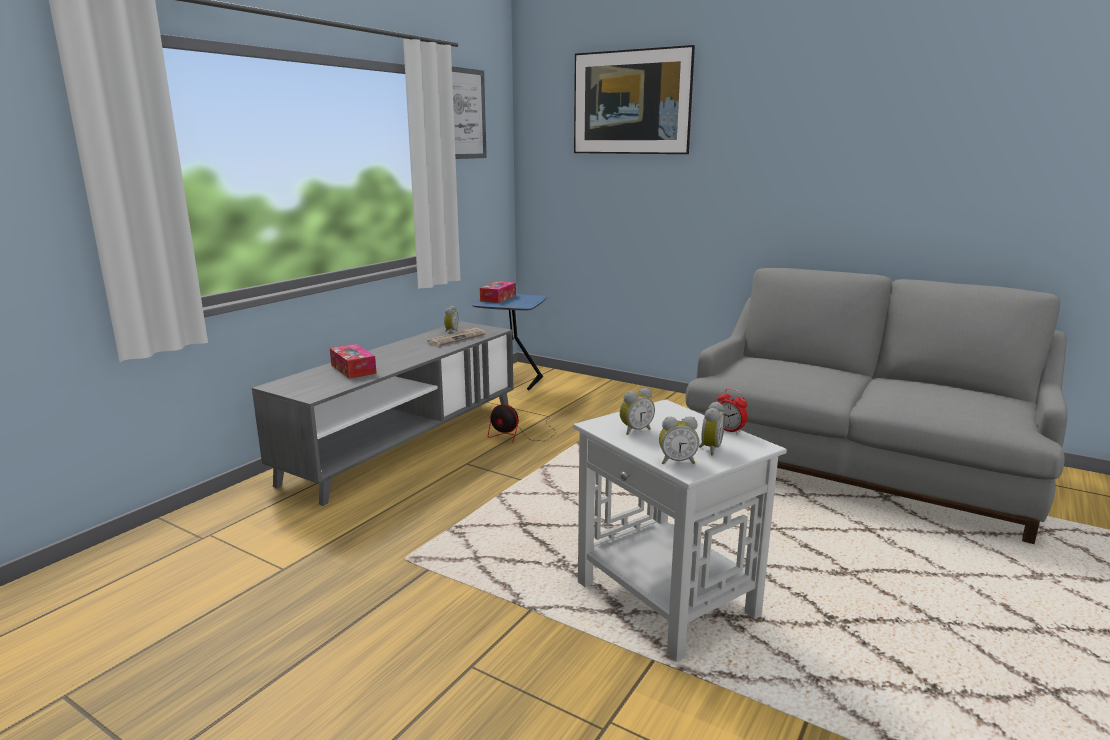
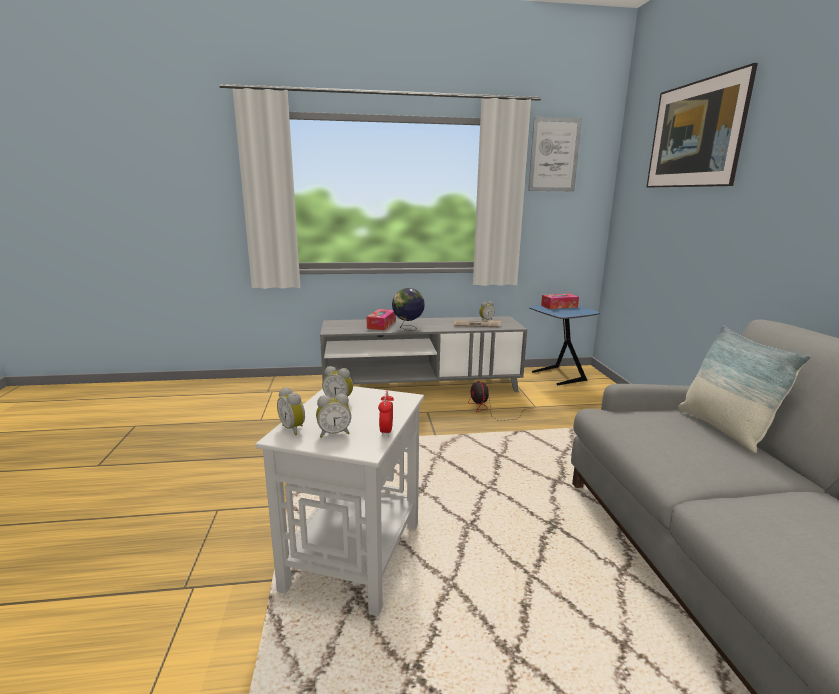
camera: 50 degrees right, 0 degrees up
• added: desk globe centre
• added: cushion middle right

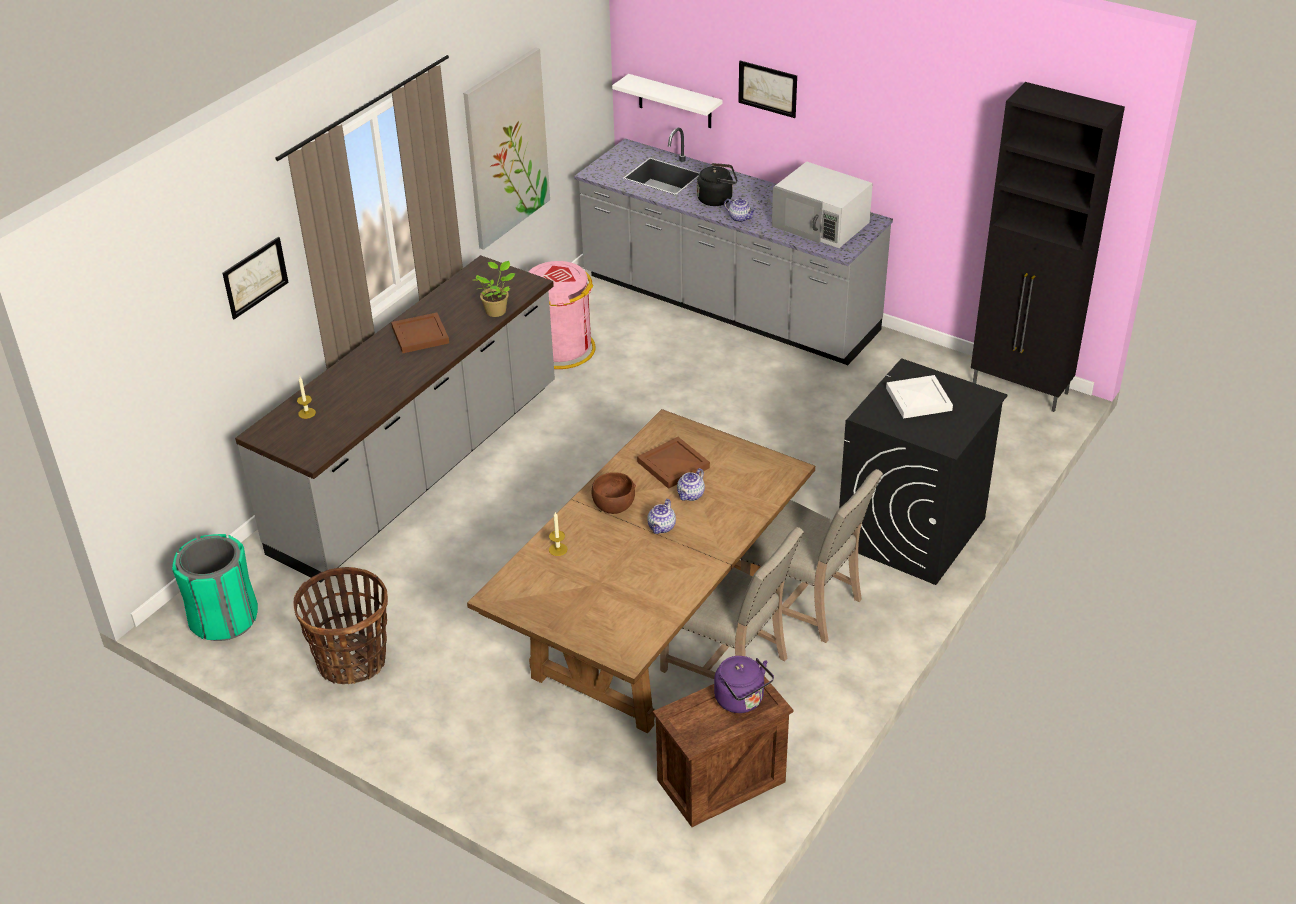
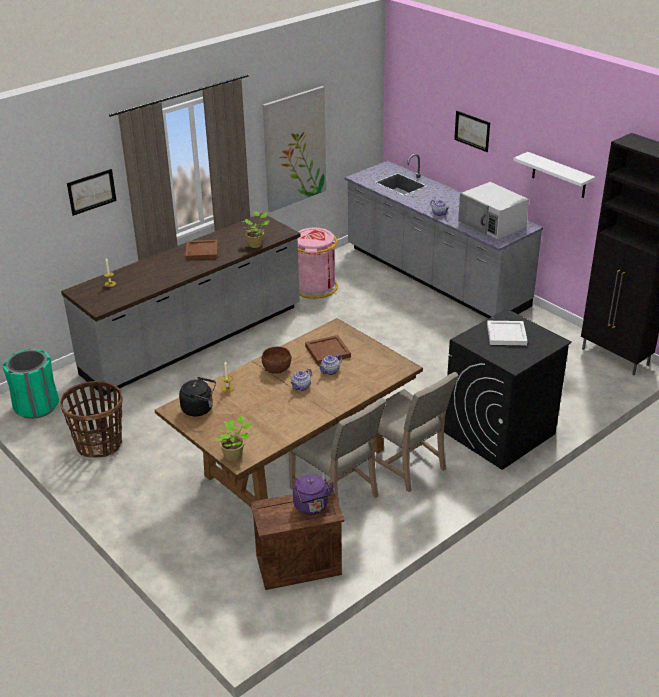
camera: 15 degrees right, 5 degrees down
• moved: bracket shelf/white top centre to top right
• moved: water kettle/black top centre to middle left
• added: houseplant (1st from left) centre

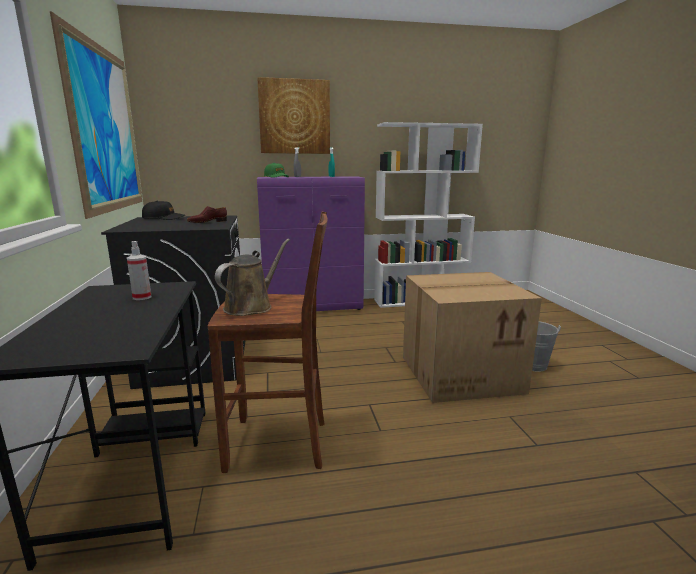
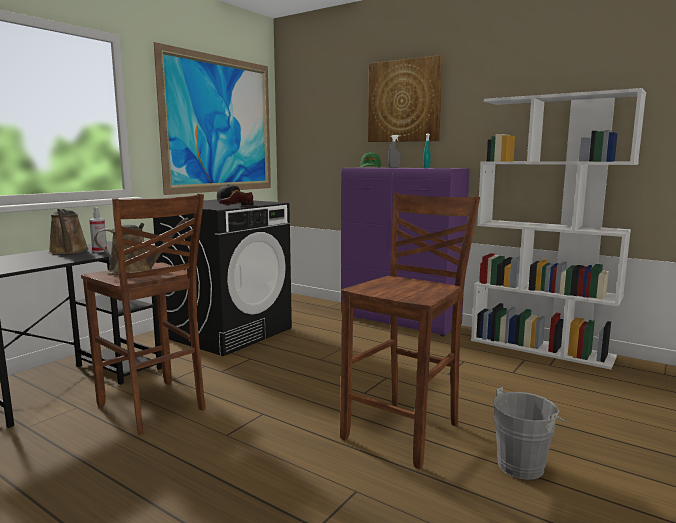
camera: 45 degrees right, 5 degrees down
• replaced: carton middle right to sitting stool/brown-coloured (2nd from left) centre
• added: sprinkling can/brown-coloured (1st from left) middle left

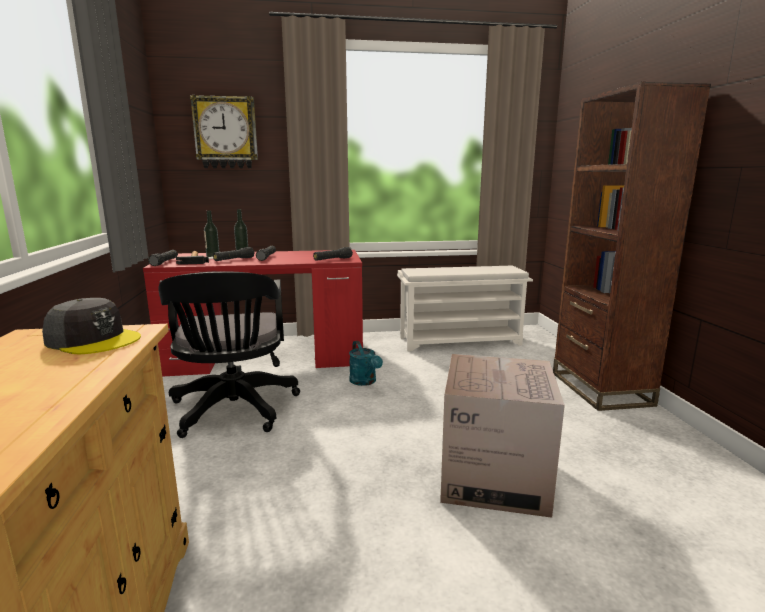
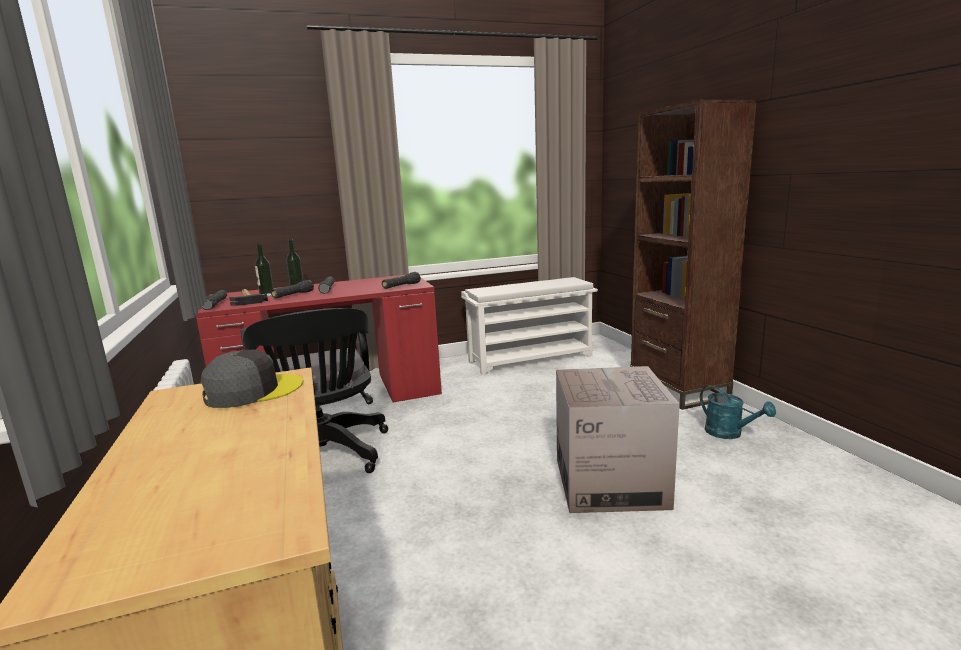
camera: 10 degrees left, 0 degrees up
• turned: cap/grey middle left = middle left 45 degrees counterclockwise
• removed: wall clock top left
• moved: sprinkling can/turquoise centre to middle right

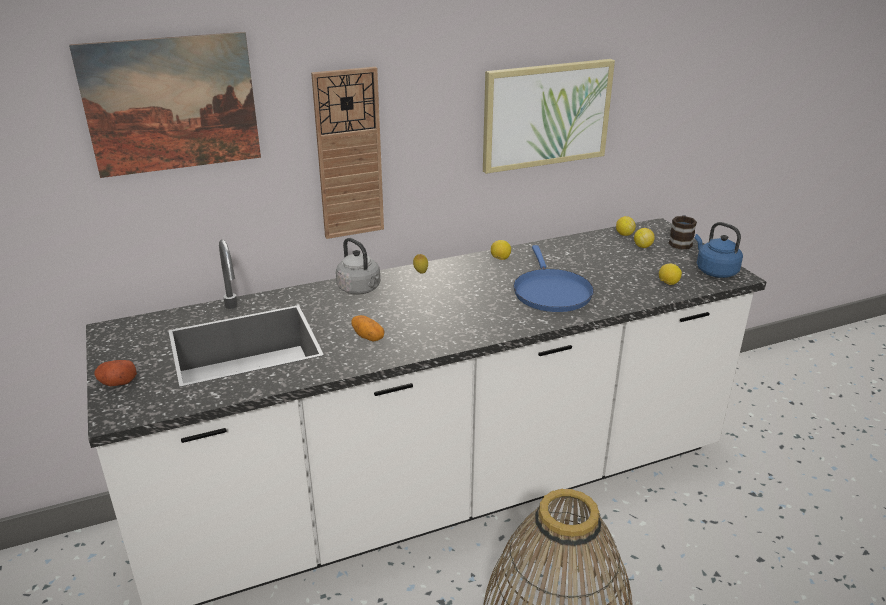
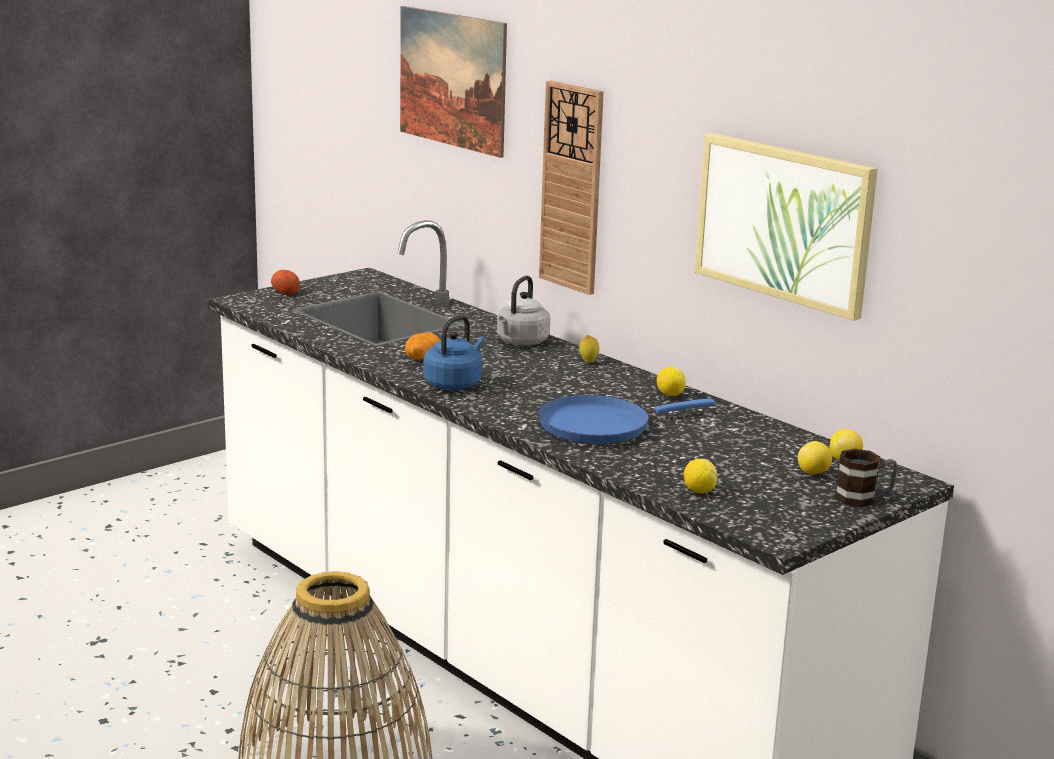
camera: 70 degrees right, 10 degrees down
• moved: water kettle/blue-coloured middle right to centre

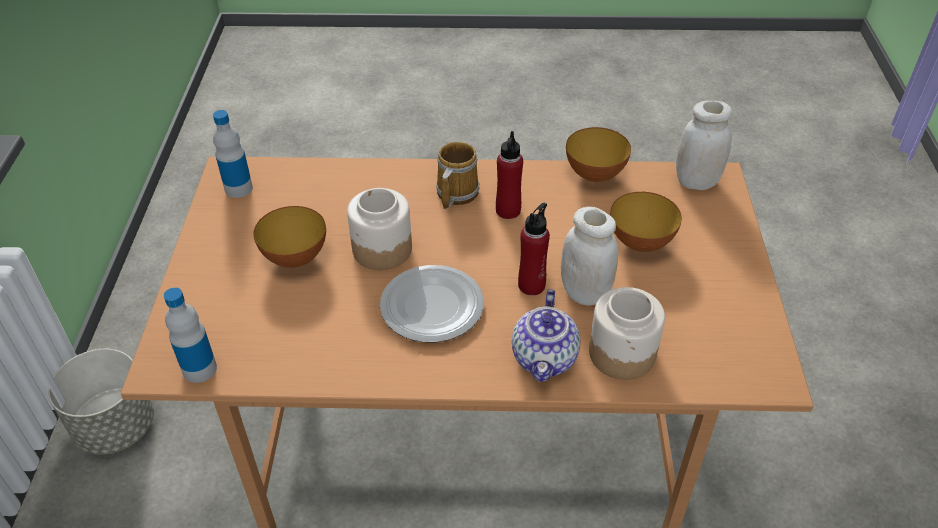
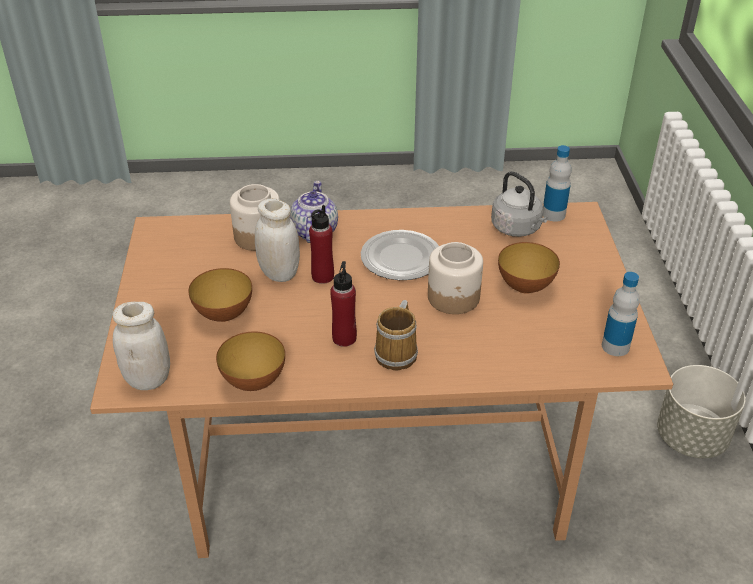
camera: 175 degrees right, 5 degrees down
• added: water kettle/grey middle right

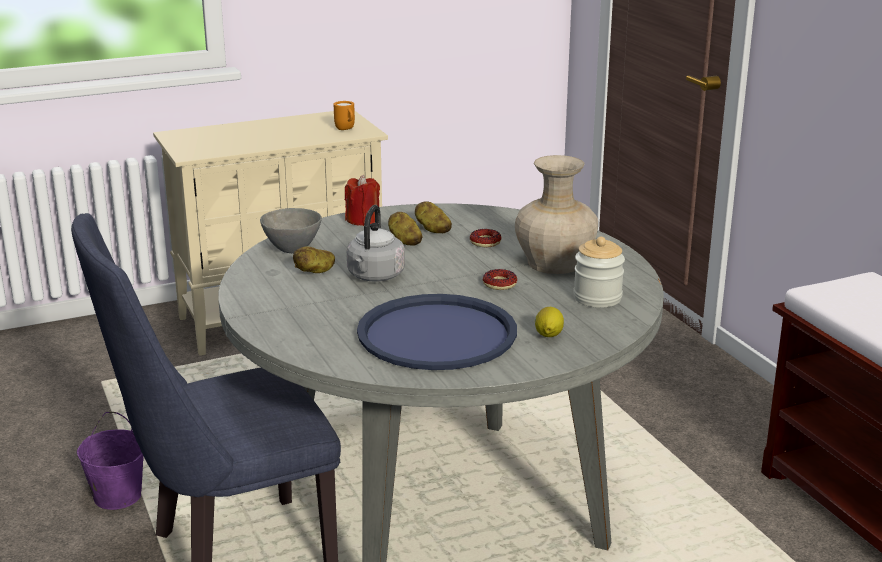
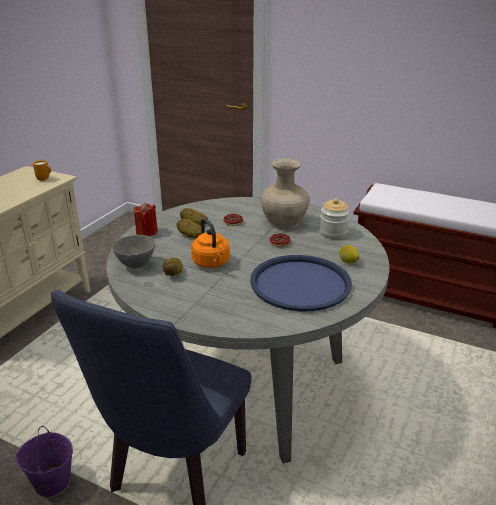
camera: 40 degrees left, 5 degrees up
• recoloured: water kettle/grey centre to water kettle/orange centre

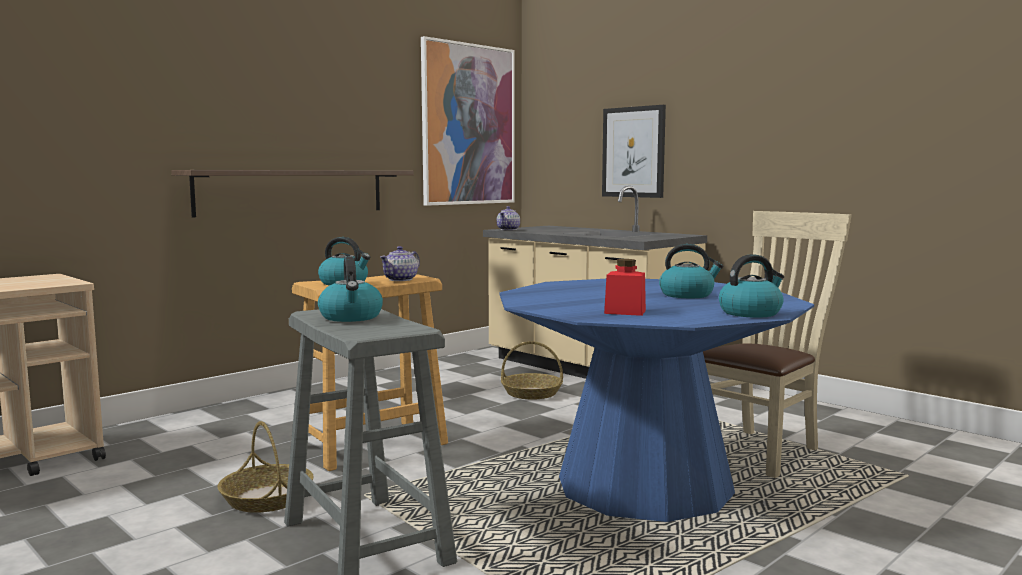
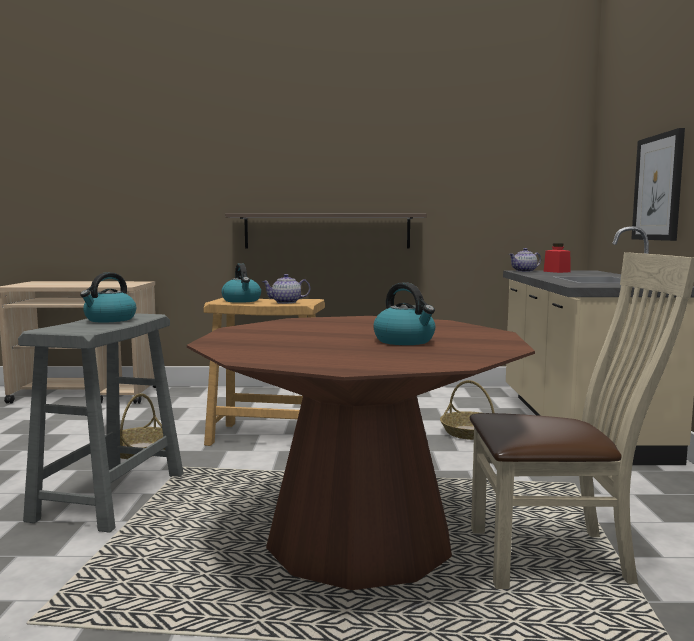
camera: 45 degrees right, 0 degrees up
• removed: wall picture (1st from left) top centre
• recoloured: kitchen table/blue-coloured bottom centre to kitchen table/brown-coloured bottom centre
• moved: preserve jar/red-coloured centre to middle right
• removed: water kettle (4th from left) middle right

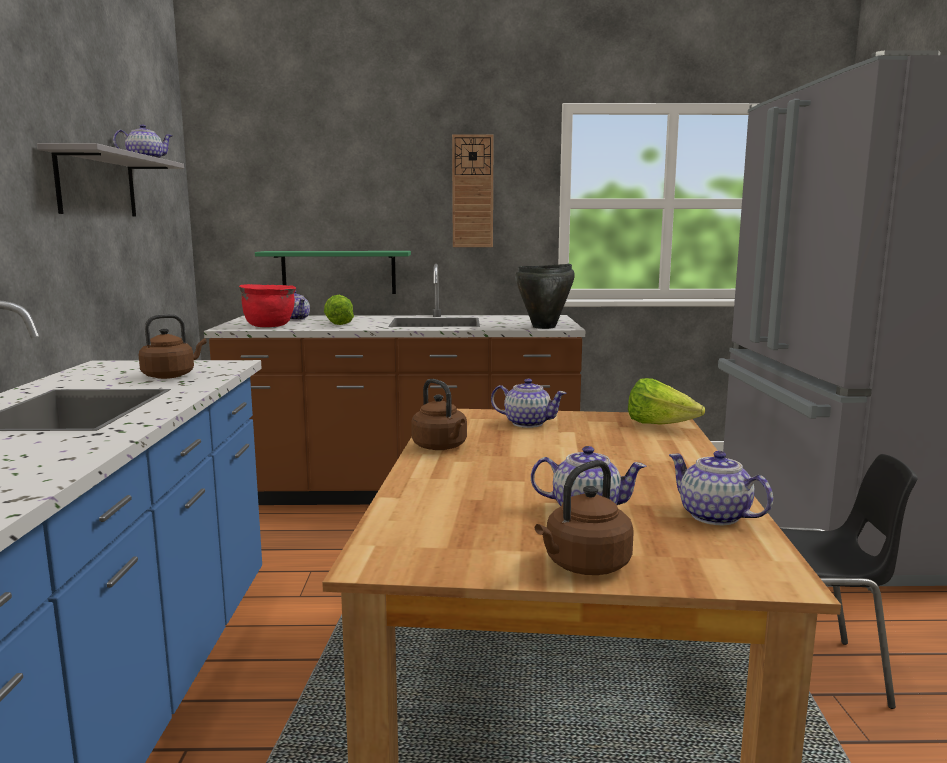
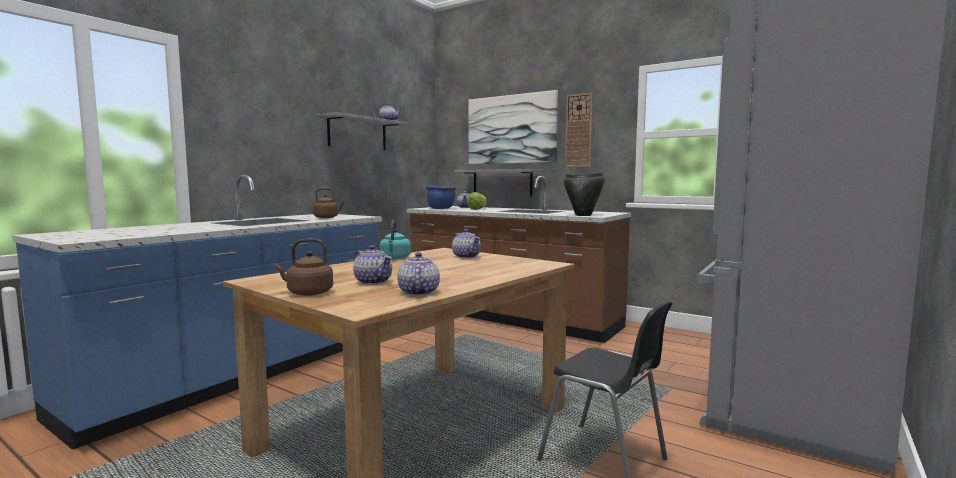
camera: 35 degrees right, 5 degrees down
• recoloured: saucepot/red-coloured middle left to saucepot/blue-coloured centre
• recoloured: bracket shelf/greenish centre to bracket shelf/grey (2nd from left) centre
• recoloured: water kettle/brown-coloured (2nd from left) centre to water kettle/turquoise centre
• removed: lettuce (2nd from left) middle right
• added: wall picture top centre

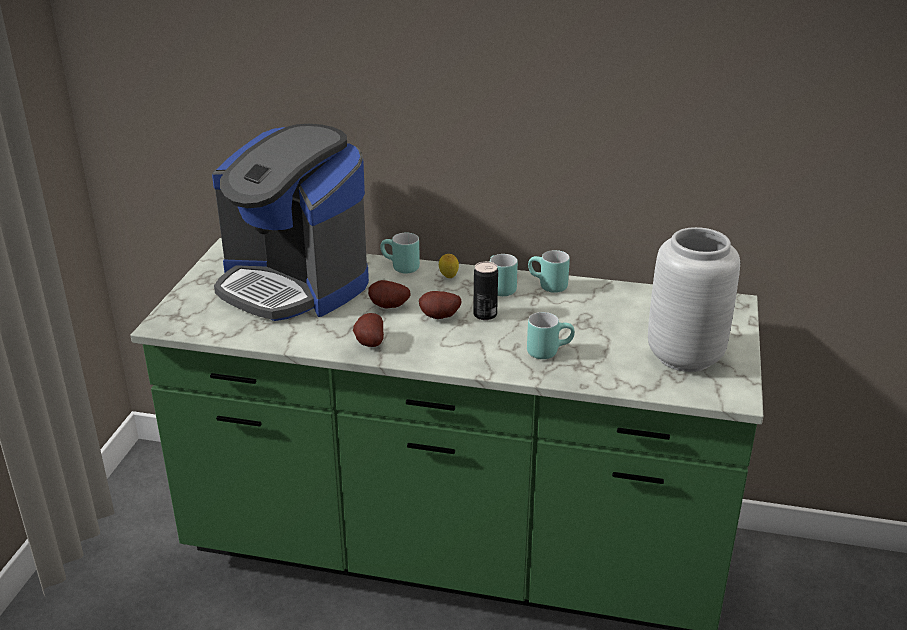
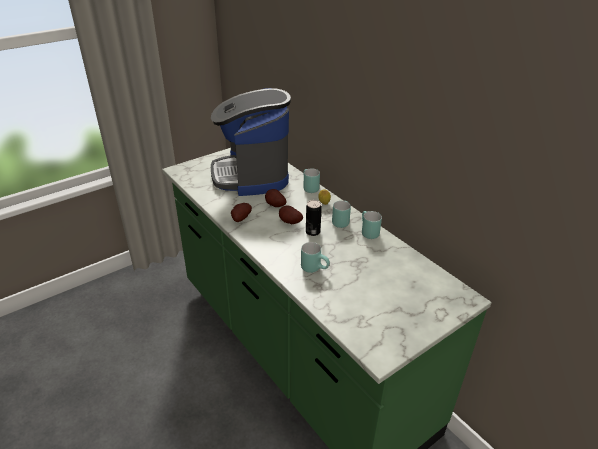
camera: 40 degrees right, 5 degrees up
• removed: vase/grey middle right

